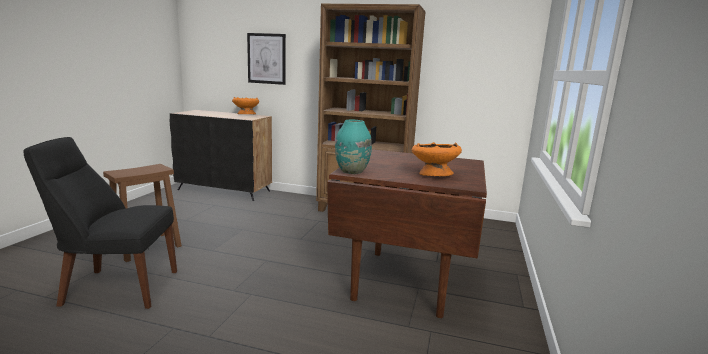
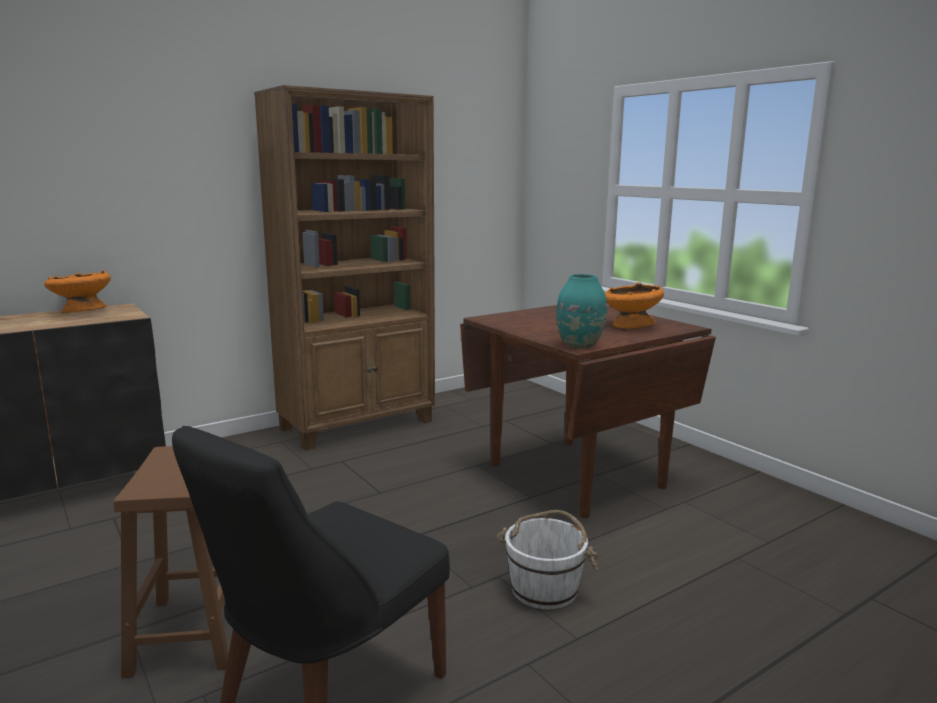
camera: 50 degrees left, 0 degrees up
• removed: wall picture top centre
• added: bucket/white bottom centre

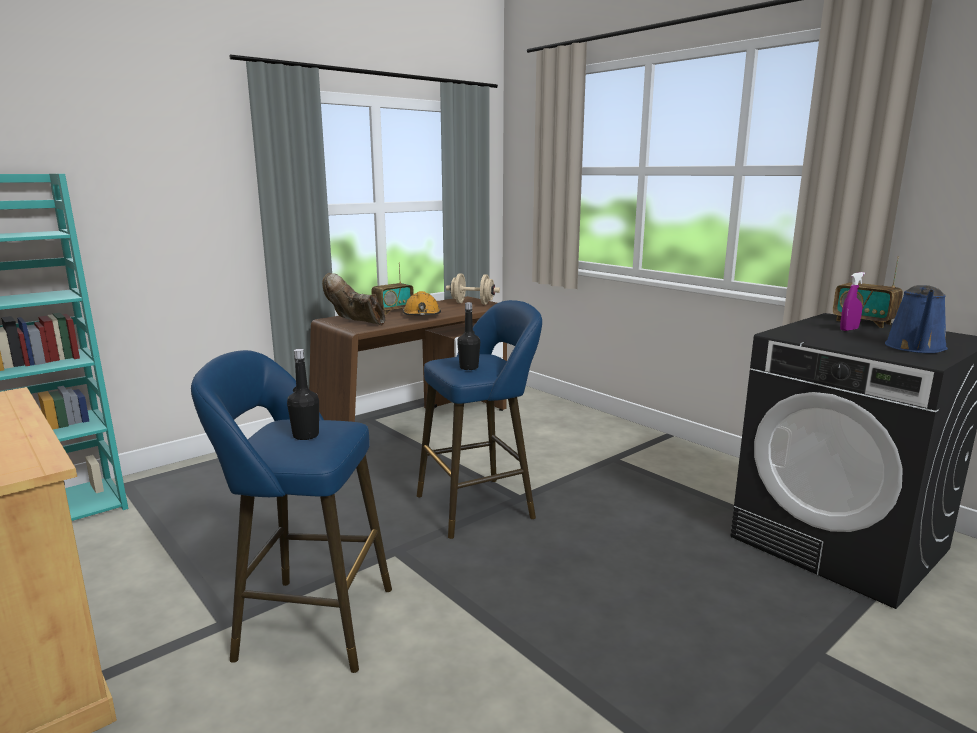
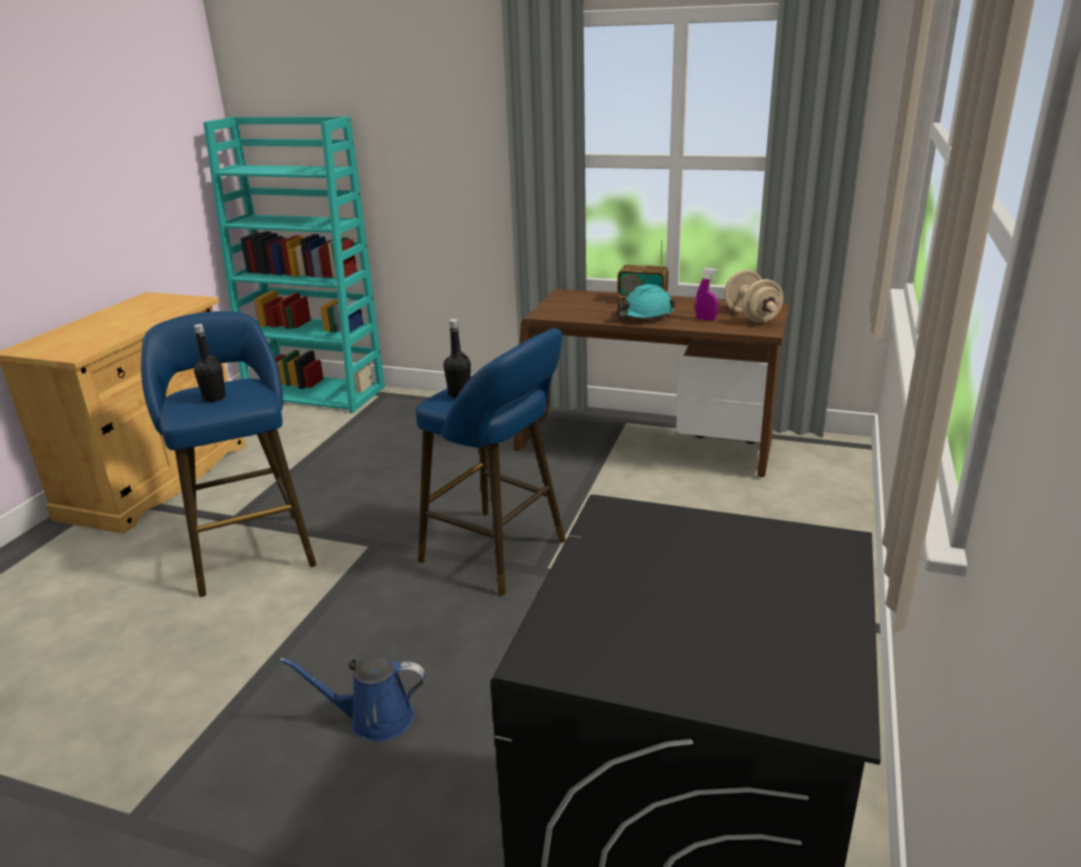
camera: 60 degrees right, 10 degrees up
• removed: boot/brown-coloured centre
• recoloured: safety helmet/orange centre to safety helmet/turquoise centre
• removed: radio (2nd from left) middle right
• moved: hand sprayer/purple-coloured middle right to centre
• moved: sprinkling can/blue-coloured middle right to bottom left

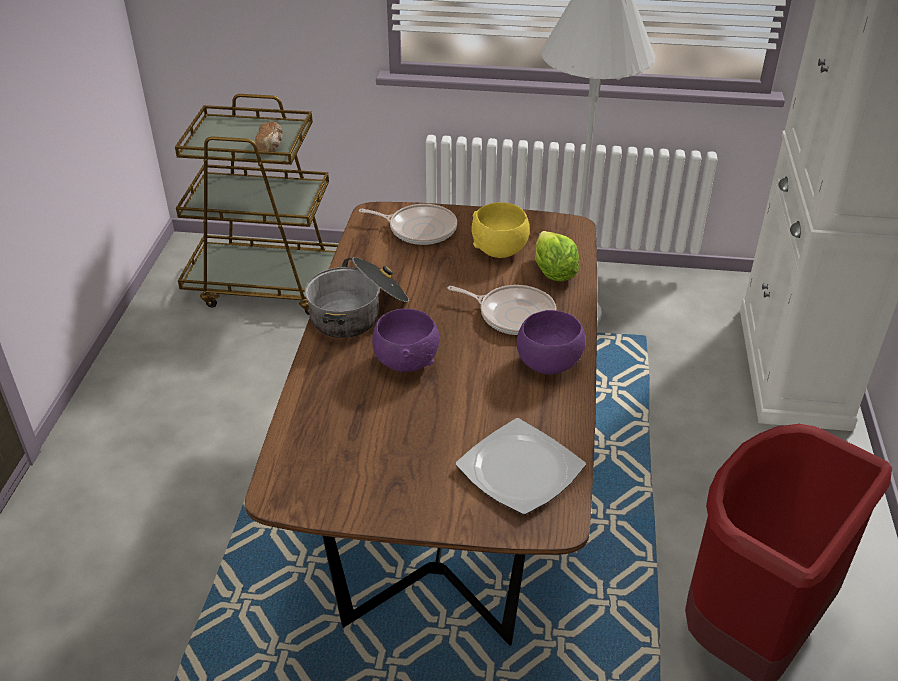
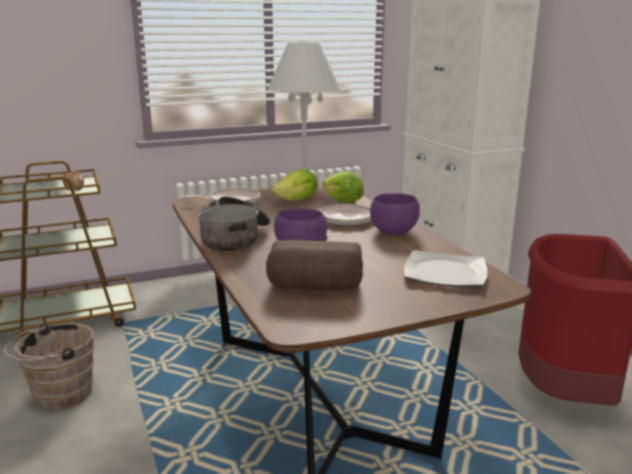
camera: 30 degrees left, 20 degrees down
• replaced: serving bowl/yellowish centre to lettuce (1st from left) centre
• added: bucket/brown-coloured bottom left
• added: bread (2nd from left) centre

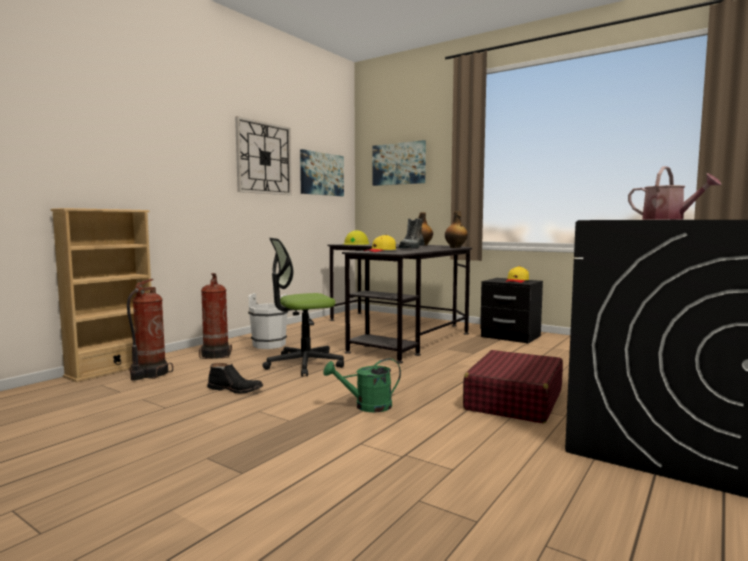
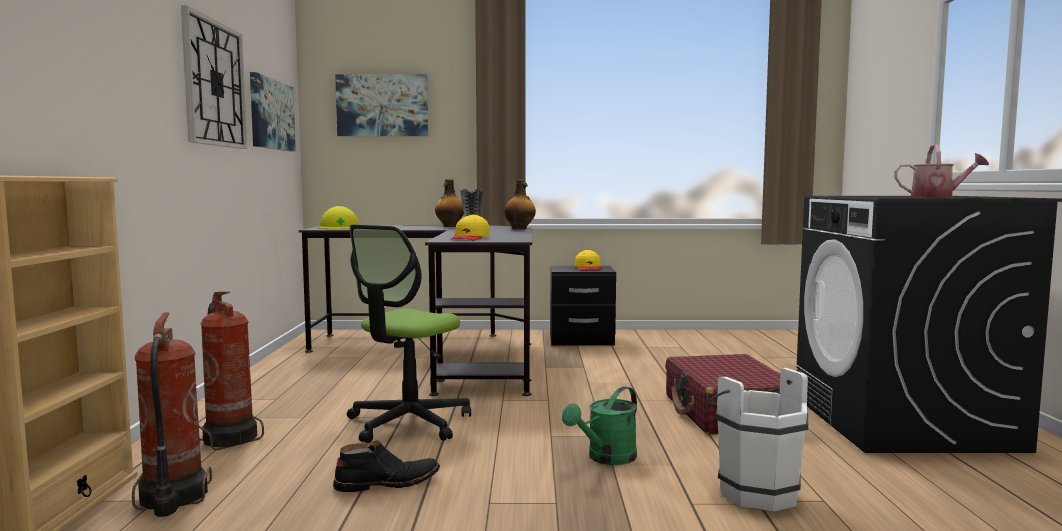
camera: 35 degrees left, 0 degrees up
• moved: bucket/white centre to bottom right

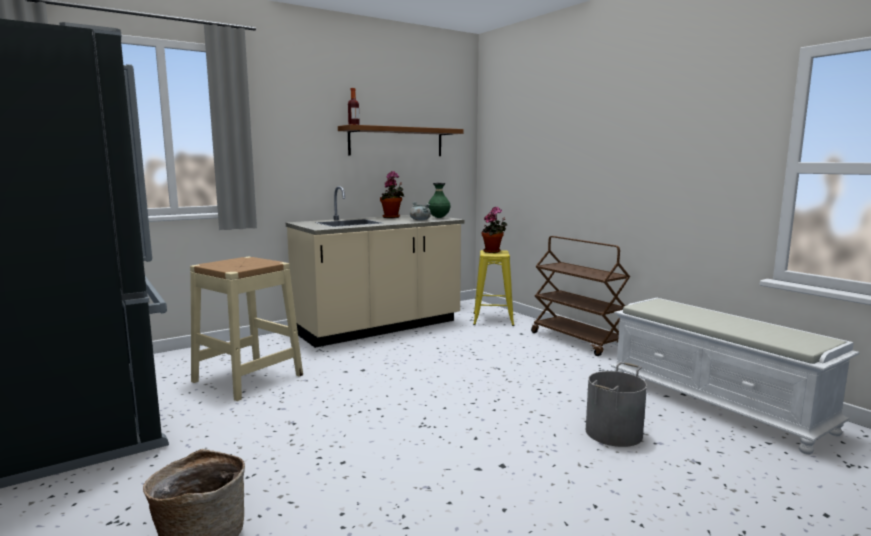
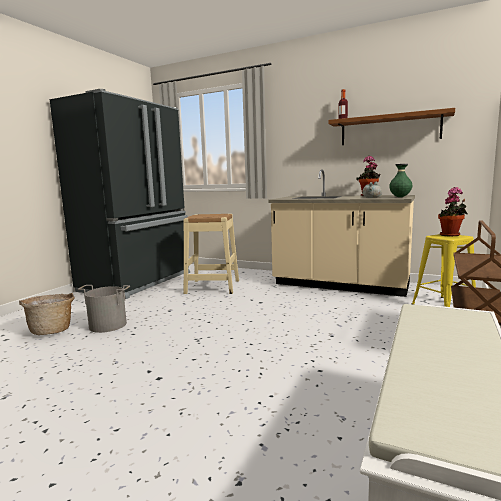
camera: 60 degrees right, 0 degrees up
• moved: bucket/grey bottom right to middle left

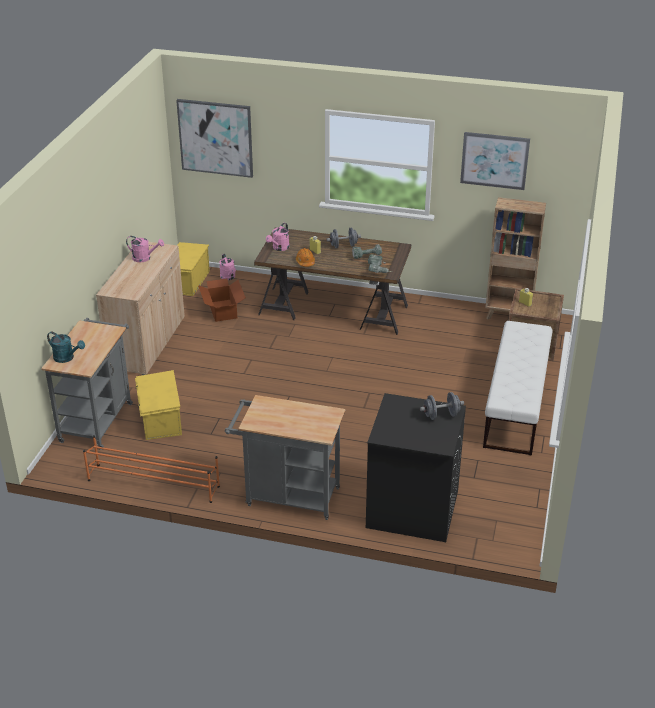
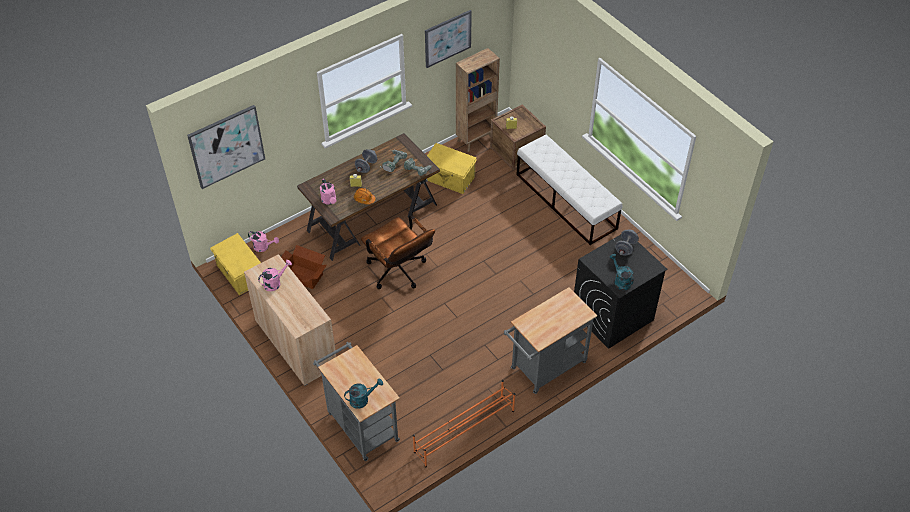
camera: 50 degrees left, 15 degrees up
• moved: storage bin/yellowish (1st from left in the first image) middle left to storage bin/yellowish (2nd from left) top centre
• added: computer chair/brown-coloured centre
• added: sprinkling can/turquoise (2nd from left) middle right

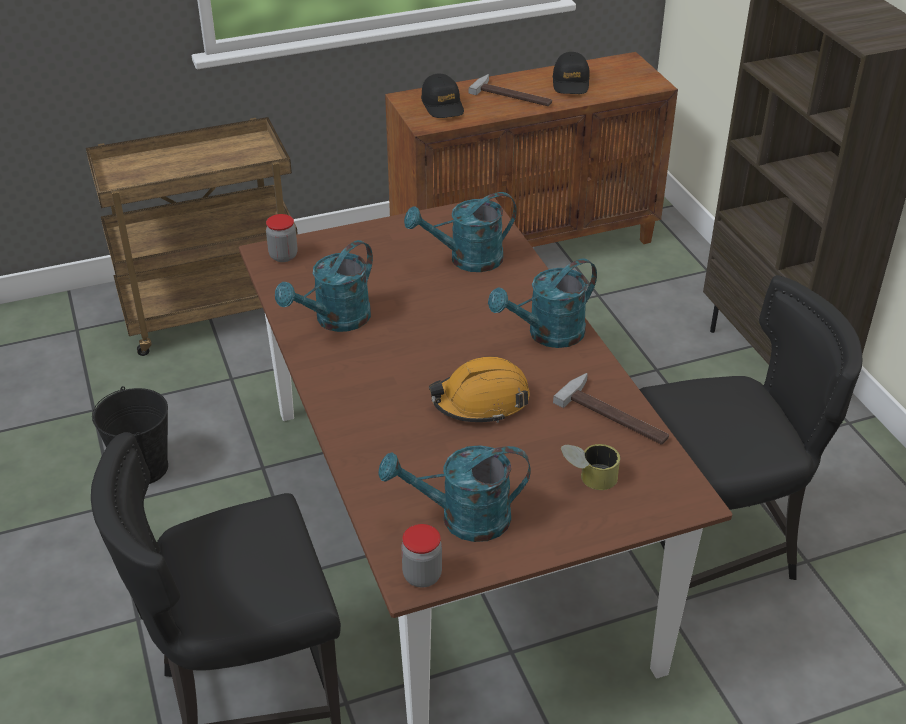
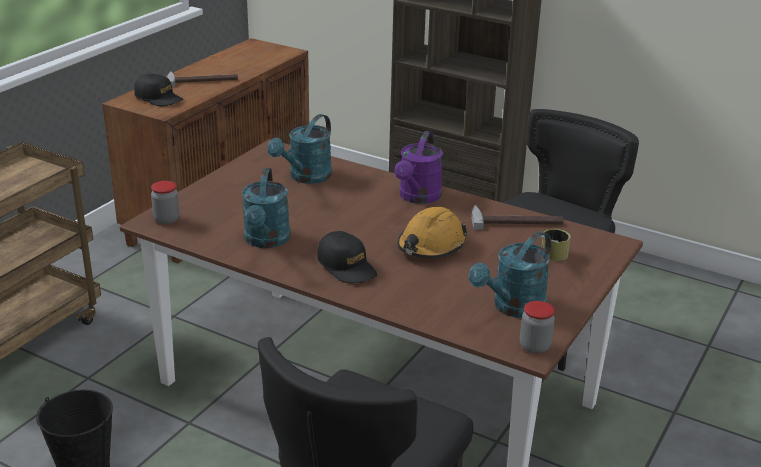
camera: 40 degrees left, 10 degrees down
• recoloured: sprinkling can/turquoise (4th from left) centre to sprinkling can/purple-coloured centre
• moved: cap/black (2nd from left) top centre to centre

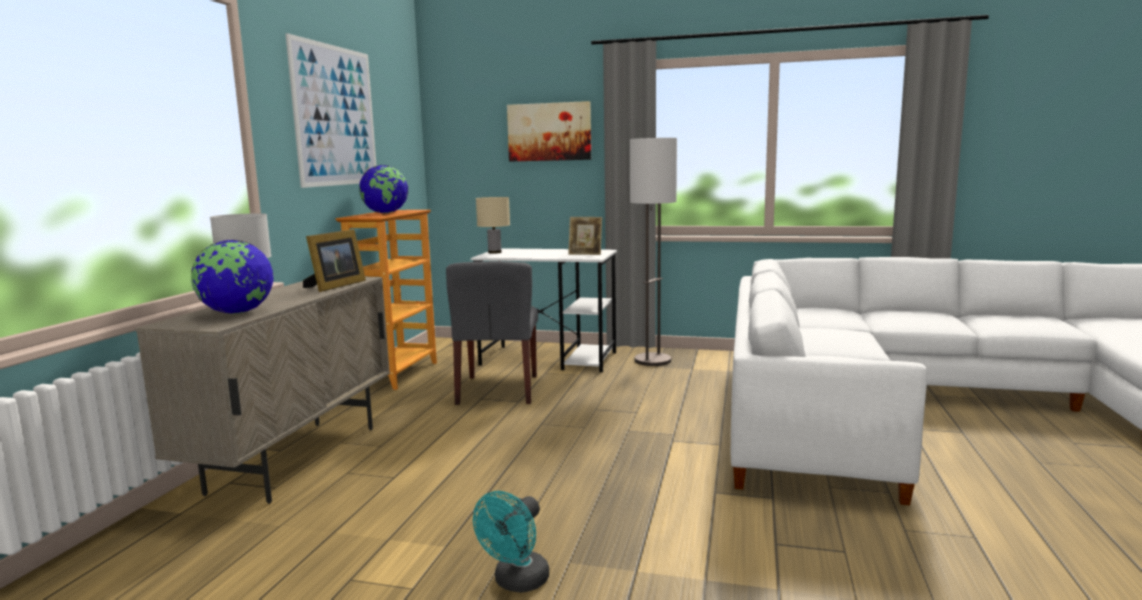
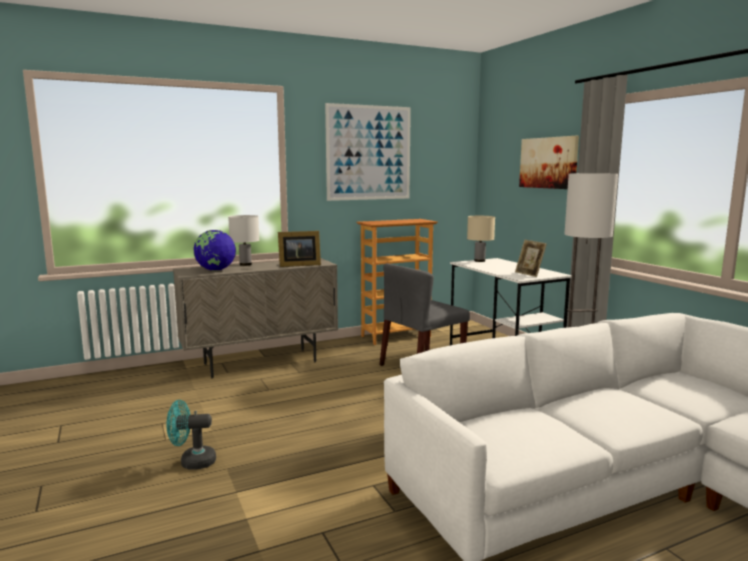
camera: 50 degrees right, 0 degrees up
• removed: desk globe (2nd from left) top centre

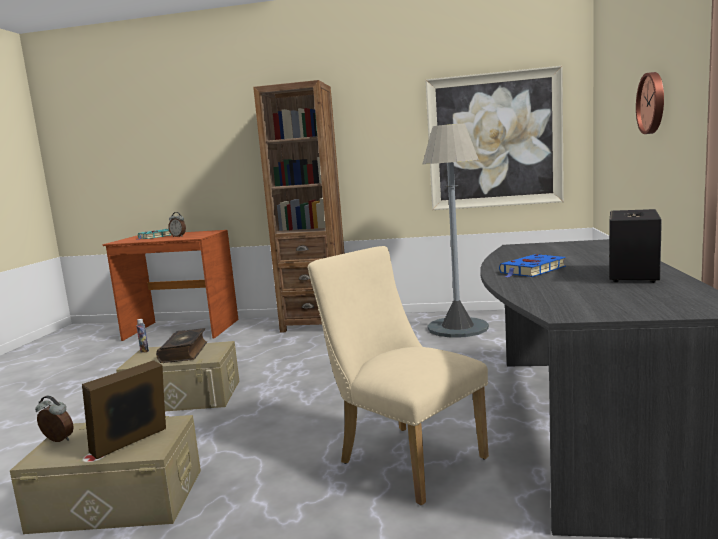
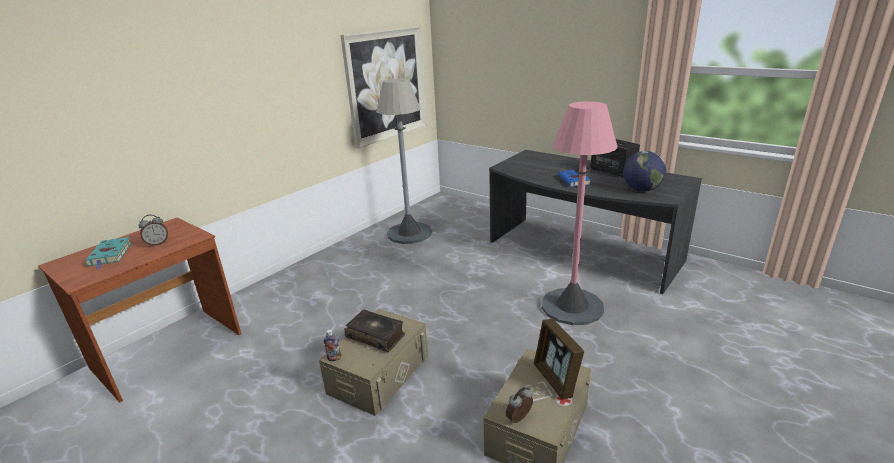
camera: 60 degrees left, 15 degrees up
• removed: bookshelf/brown-coloured centre
• replaced: upright chair/sand-coloured bottom centre to floor lamp/pink-coloured centre
• removed: wall clock top right
• added: desk globe middle right

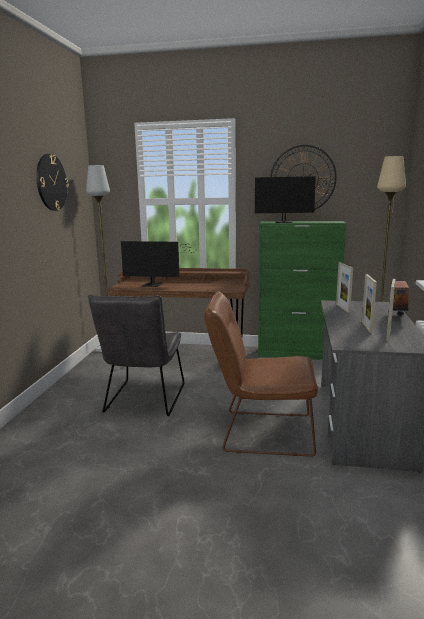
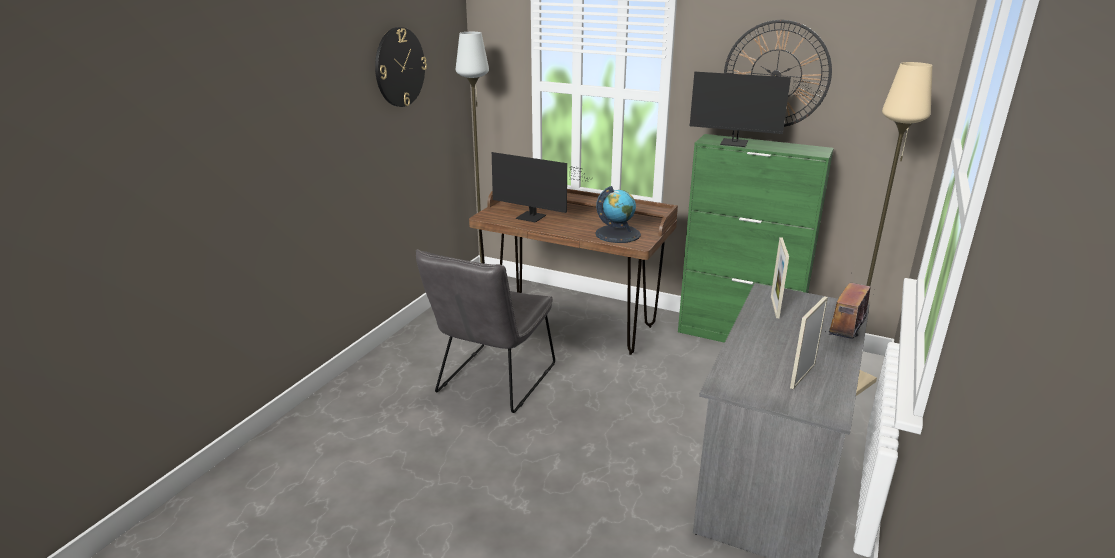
camera: 15 degrees right, 10 degrees up
• removed: upright chair/brown-coloured centre
• removed: photo frame (2nd from left) middle right
• added: desk globe centre

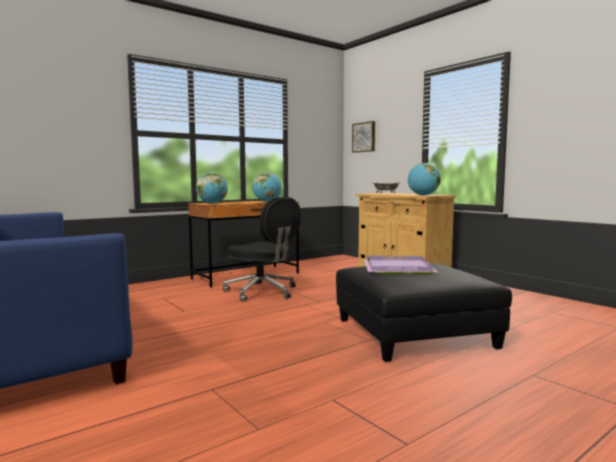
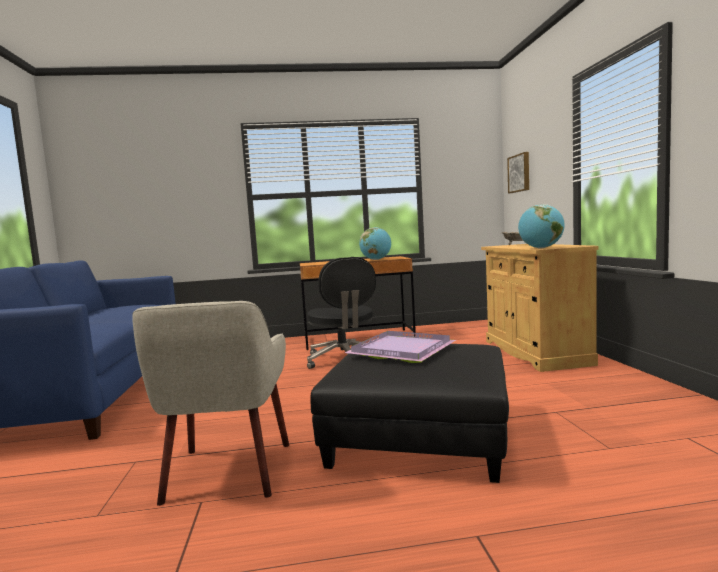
camera: 30 degrees right, 0 degrees up
• removed: desk globe (1st from left) centre
• added: lounge chair/sand-coloured bottom left

